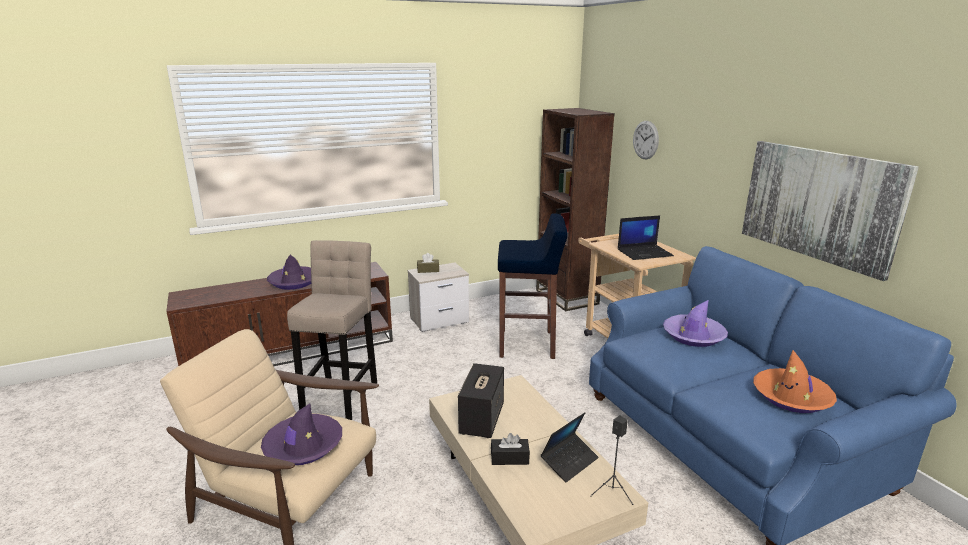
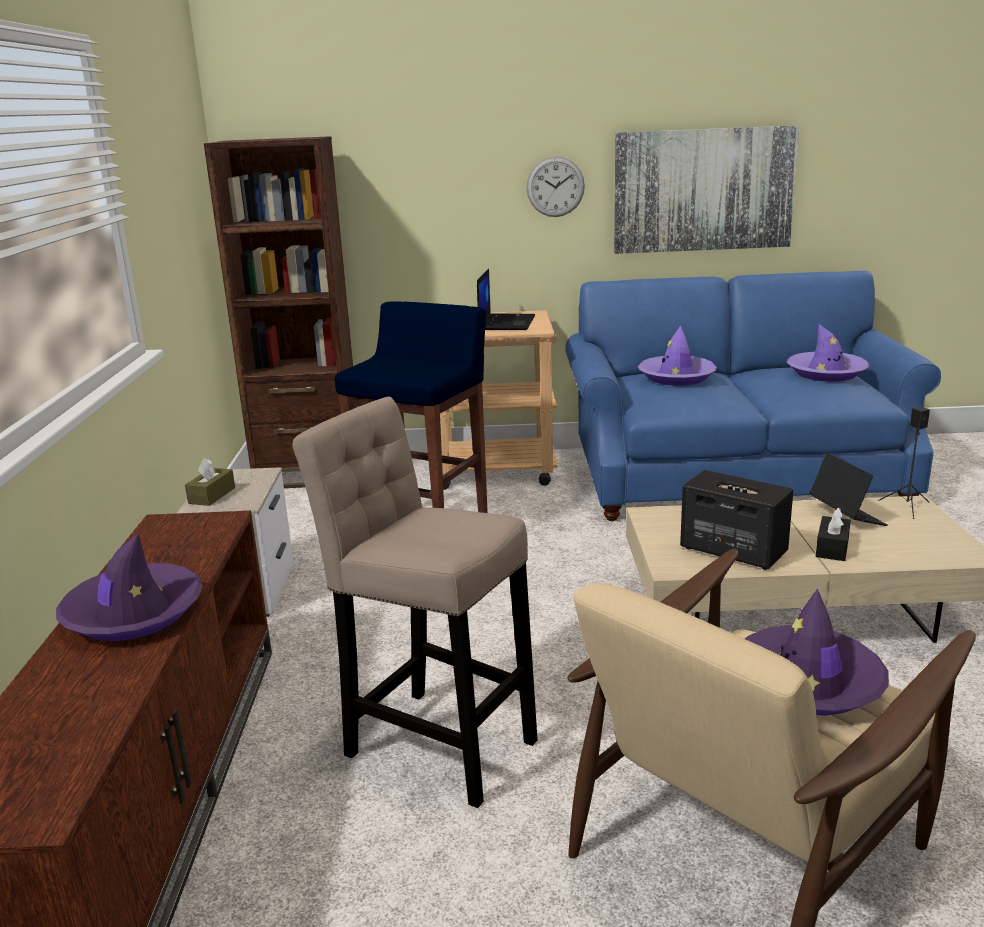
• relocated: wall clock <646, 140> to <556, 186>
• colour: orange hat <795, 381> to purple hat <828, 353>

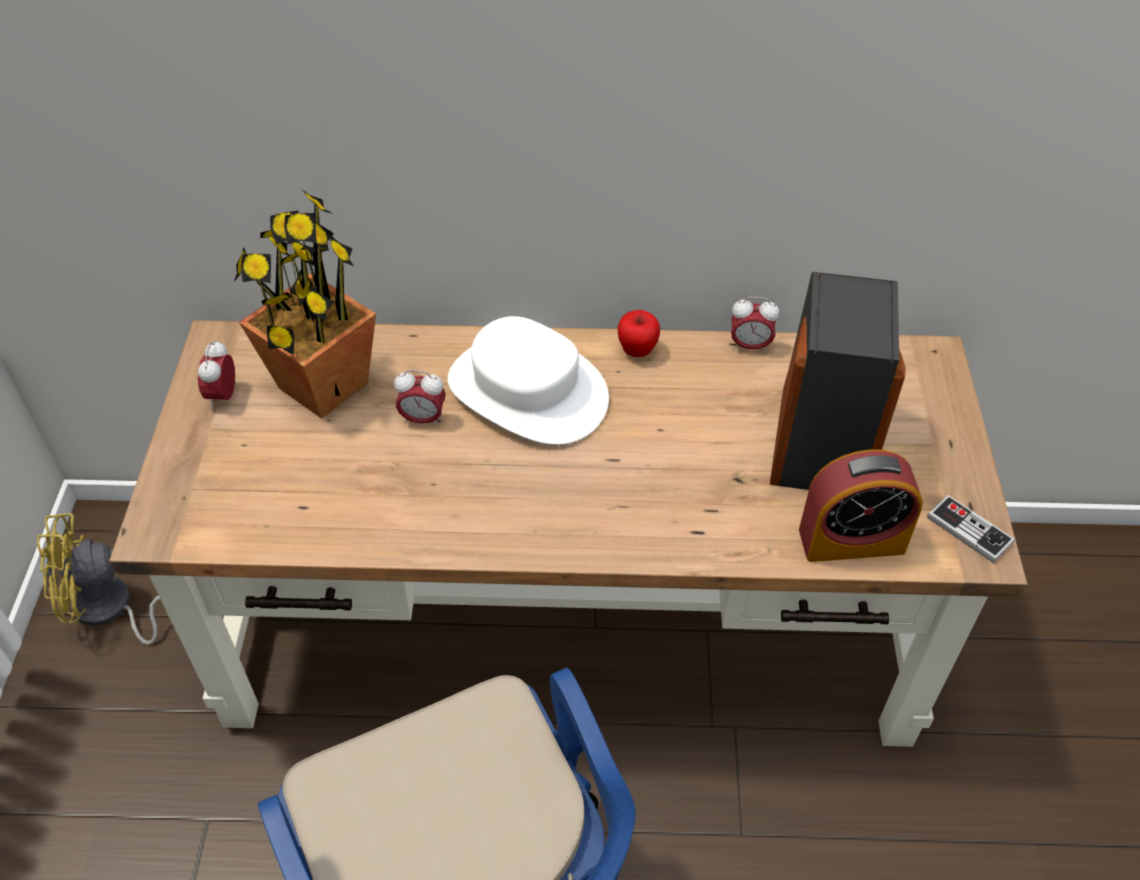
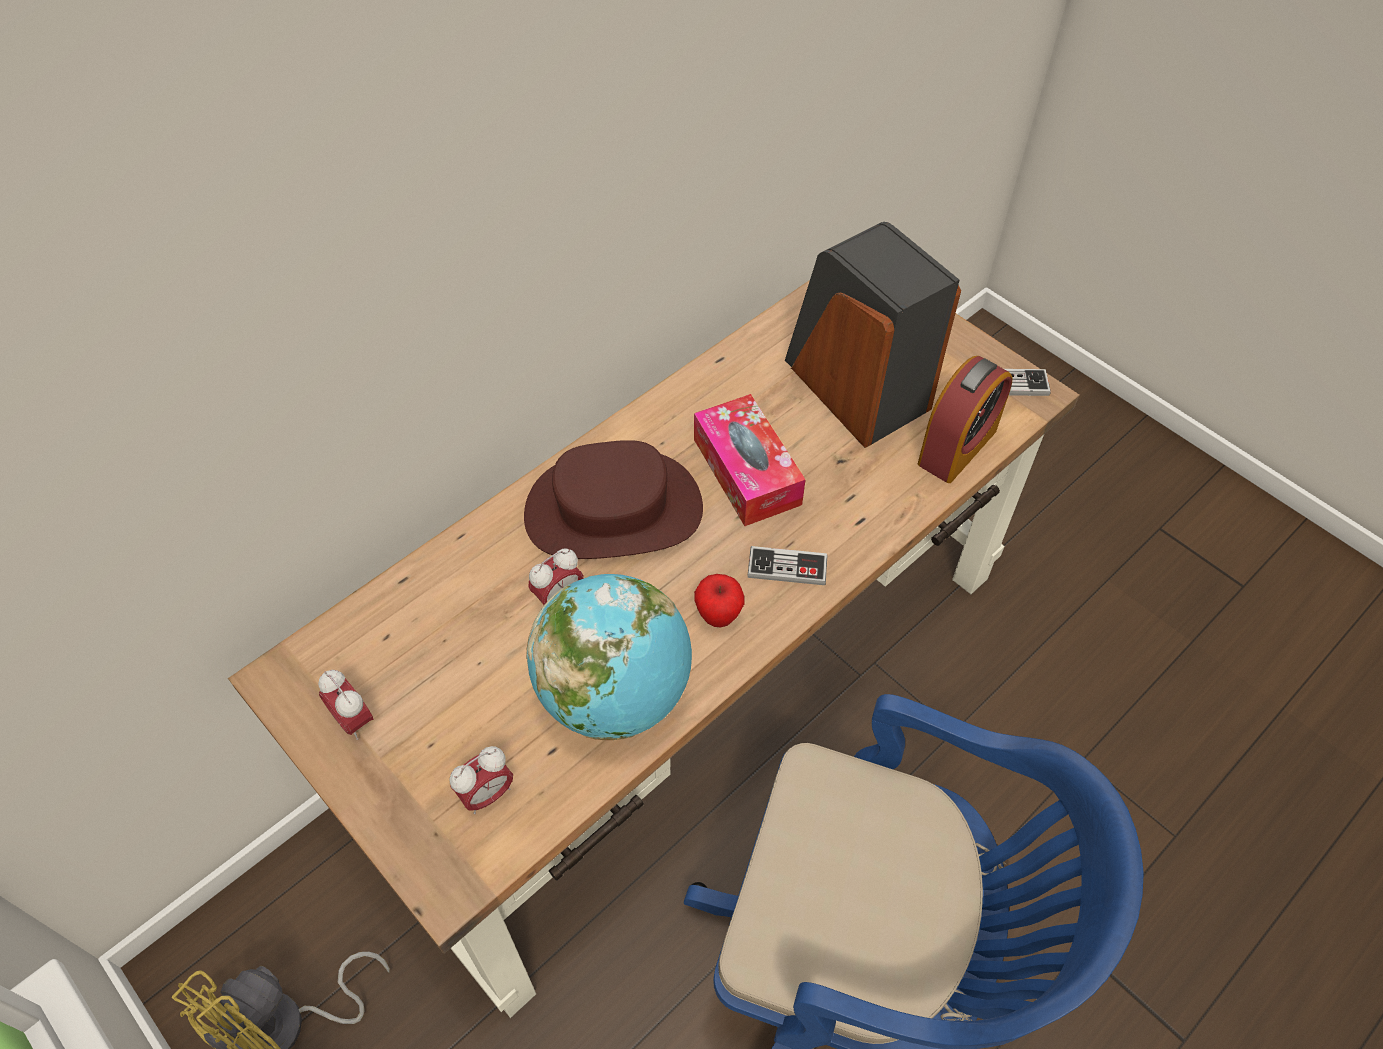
• missing: potted plant <304, 304>
• colour: white hat <528, 380> to brown hat <613, 499>
• relocated: apple <639, 333> to <719, 600>
• relocated: alarm clock <755, 325> to <481, 780>
• appeared: globe <609, 657>
• appeared: tissue box <750, 460>
• appeared: game controller <787, 565>

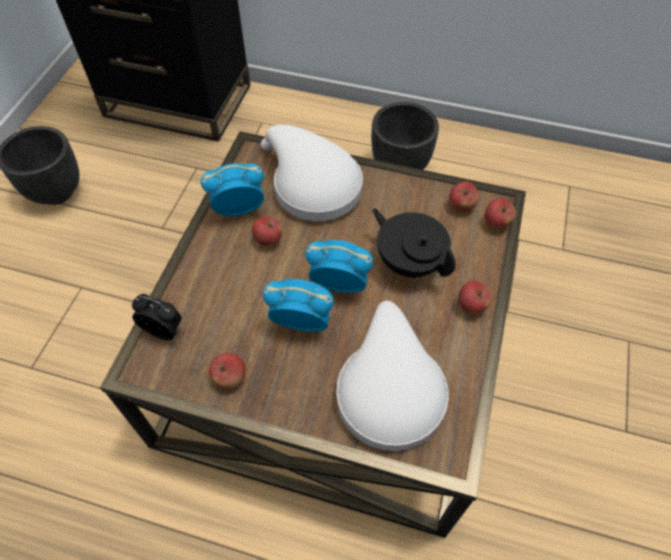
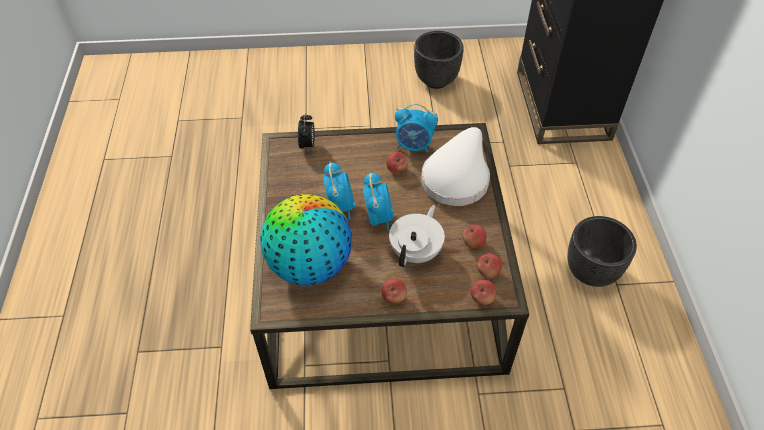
• spun: alarm clock <232, 189> = <416, 128> 135 degrees clockwise
• relocated: apple <227, 371> to <474, 236>
• exchanged: white hat <392, 376> to globe <306, 240>
• colour: black teapot <414, 242> to white teapot <417, 236>

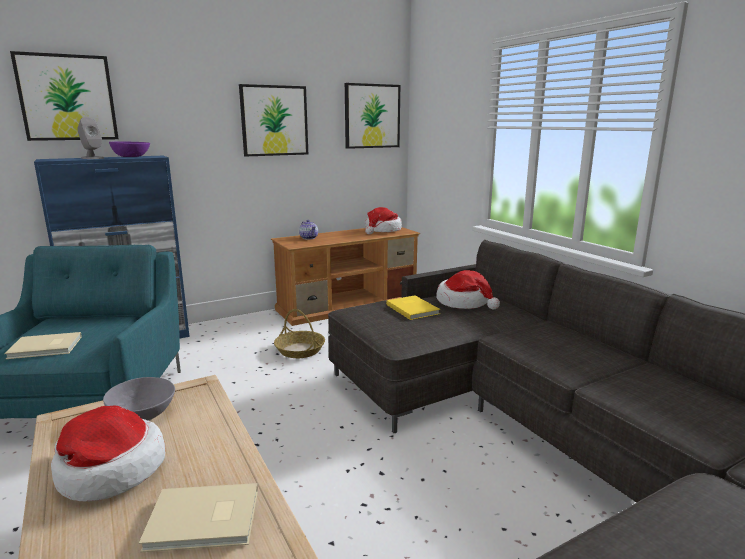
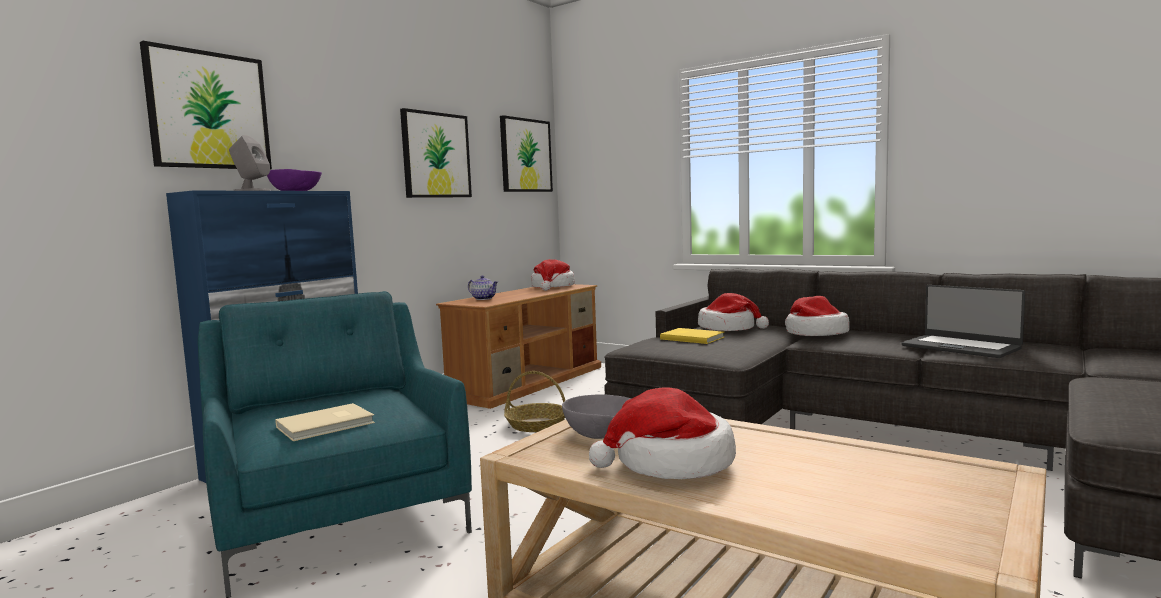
• missing: beige book <198, 517>
• appeared: hat <817, 316>
• appeared: laptop <963, 321>

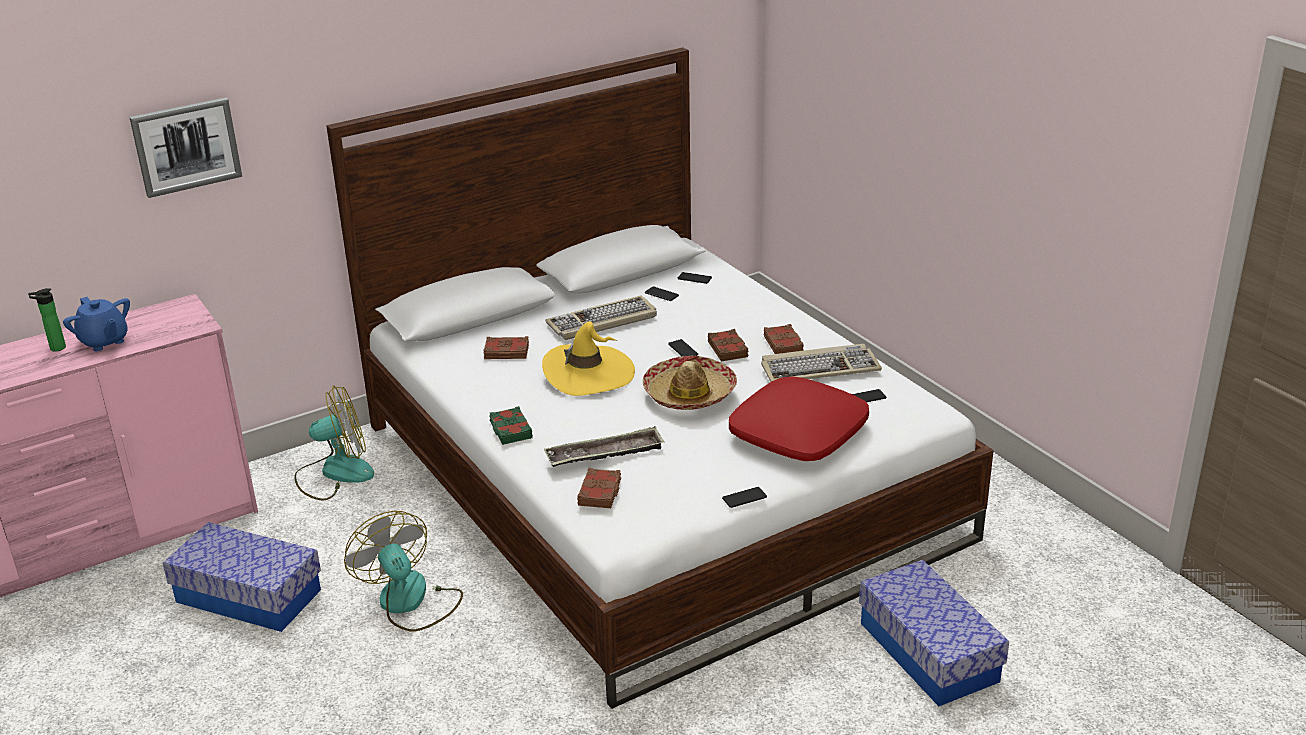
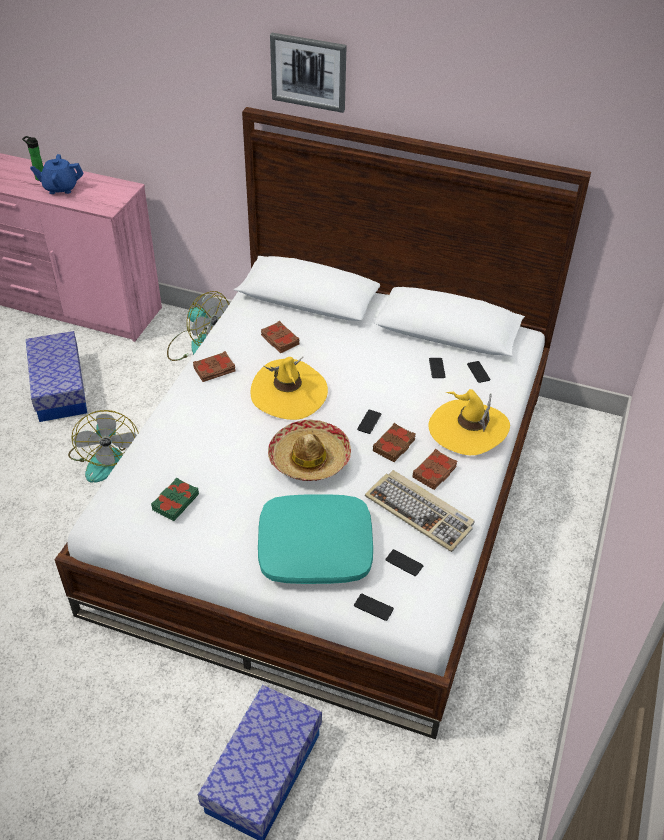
• spun: blue teapot <96, 324> = <56, 174> 75 degrees clockwise
• relocated: picture <185, 148> to <308, 73>
• spun: fan <403, 571> = <103, 446> 150 degrees clockwise
• relocated: green book <511, 425> to <175, 499>
• missing: tray <604, 446>
• missing: keyboard <601, 318>
• relocated: brown book <599, 488> to <214, 366>
• relocated: phone <744, 497> to <374, 607>
• colour: red pillow <799, 418> to turquoise pillow <315, 539>
• appeared: yellow hat <469, 422>

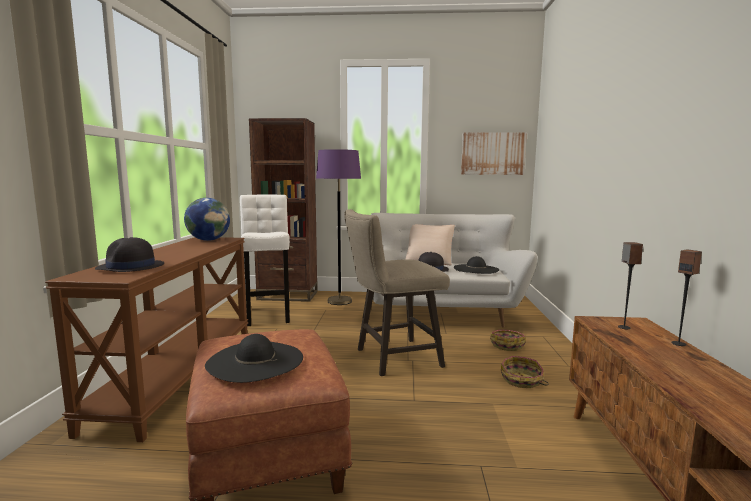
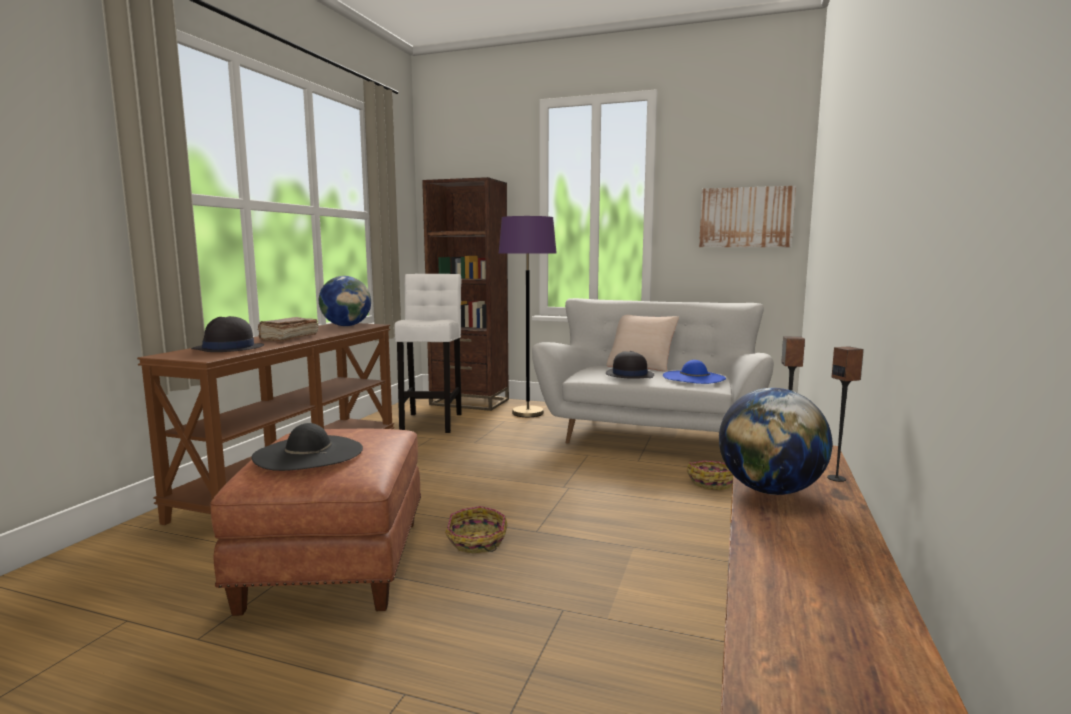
• missing: beige stool <397, 292>
• colour: black hat <476, 265> to blue hat <694, 372>
• relocated: basket <525, 372> to <476, 529>
• appeared: brown book <288, 329>
• appeared: globe <775, 441>

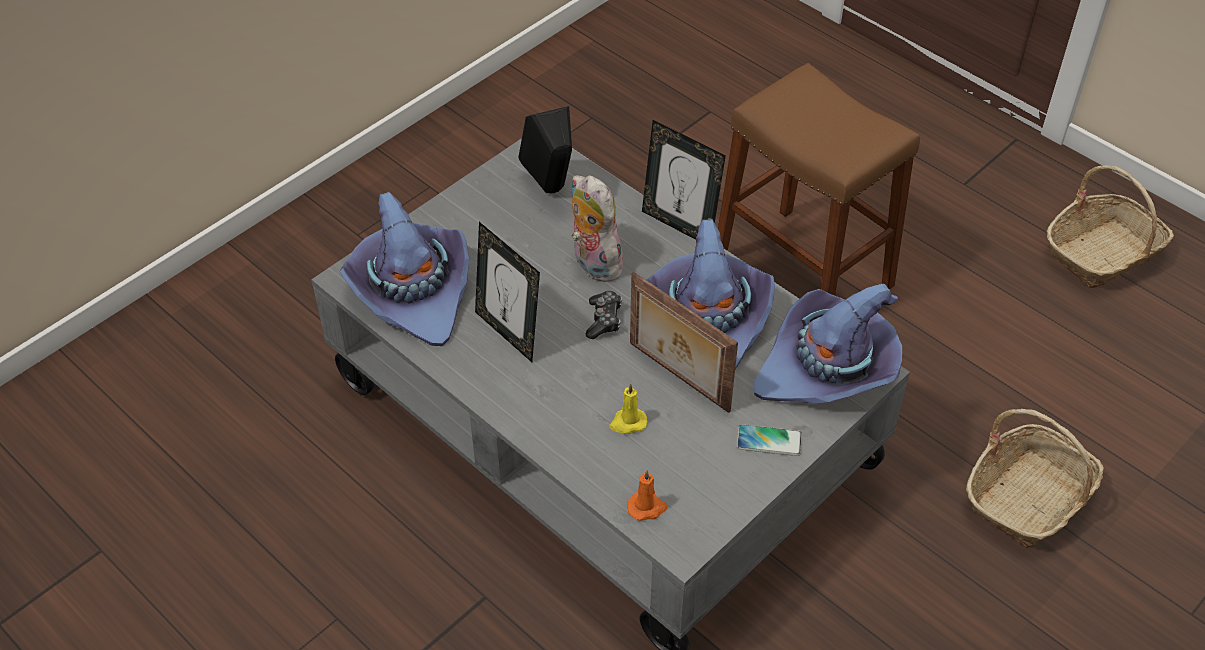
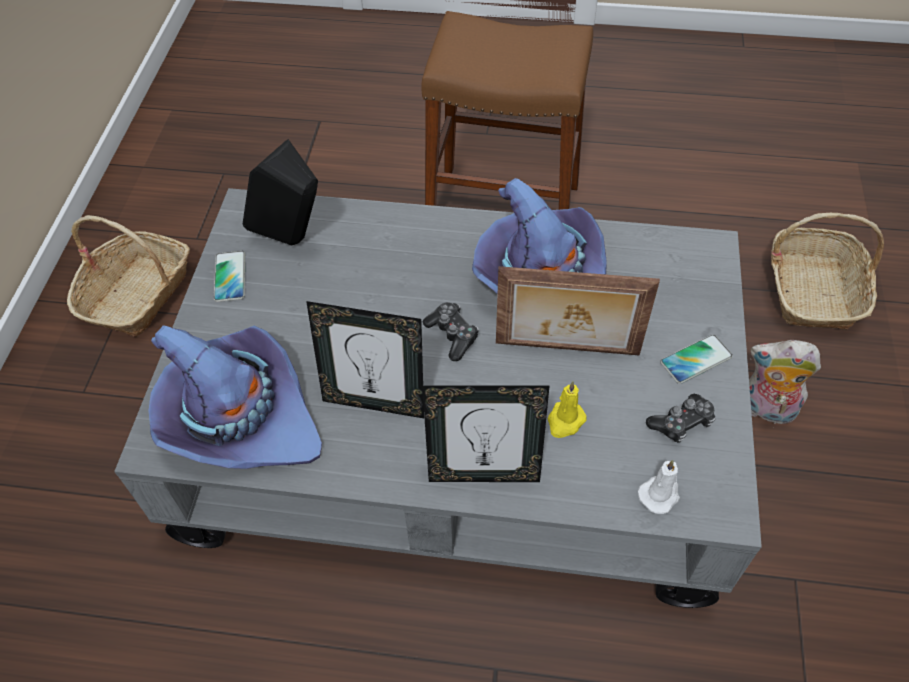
• relocated: plush toy <597, 228> to <785, 384>
• colour: orange candle <647, 495> to white candle <659, 487>
• relocated: picture frame <684, 180> to <486, 433>
• missing: purple hat <828, 344>
• relocated: basket <1110, 226> to <128, 276>
• appeared: phone <229, 276>
• appeared: game controller <680, 418>

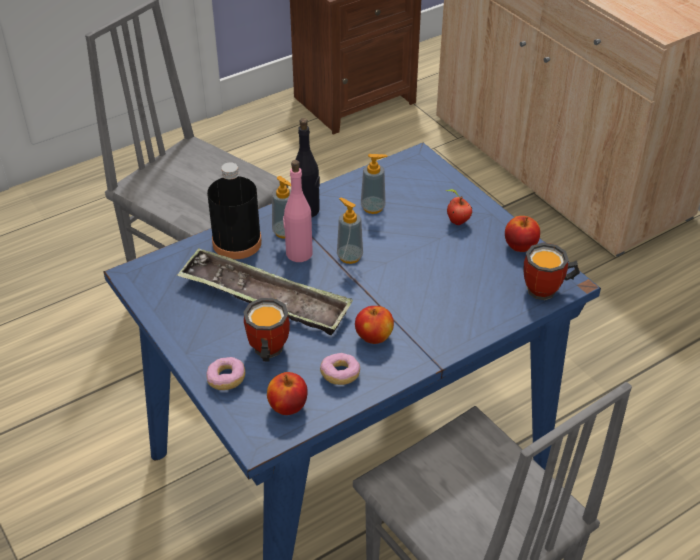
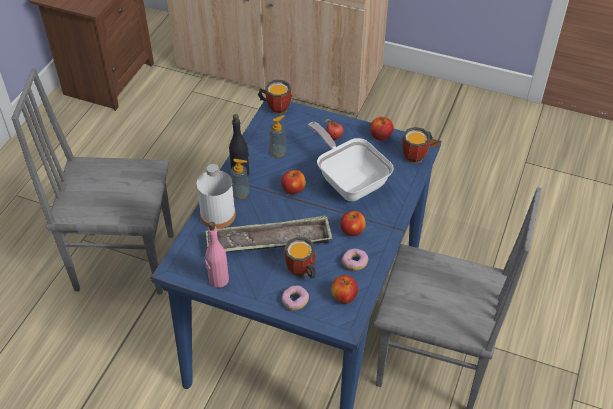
• colour: black bottle <234, 210> to white bottle <216, 196>
• relocated: pink bottle <298, 211> to <217, 255>
• exchanged: soap dispenser <350, 230> to apple <293, 182>
• appeared: mug <275, 97>
• appeared: frying pan <351, 161>

